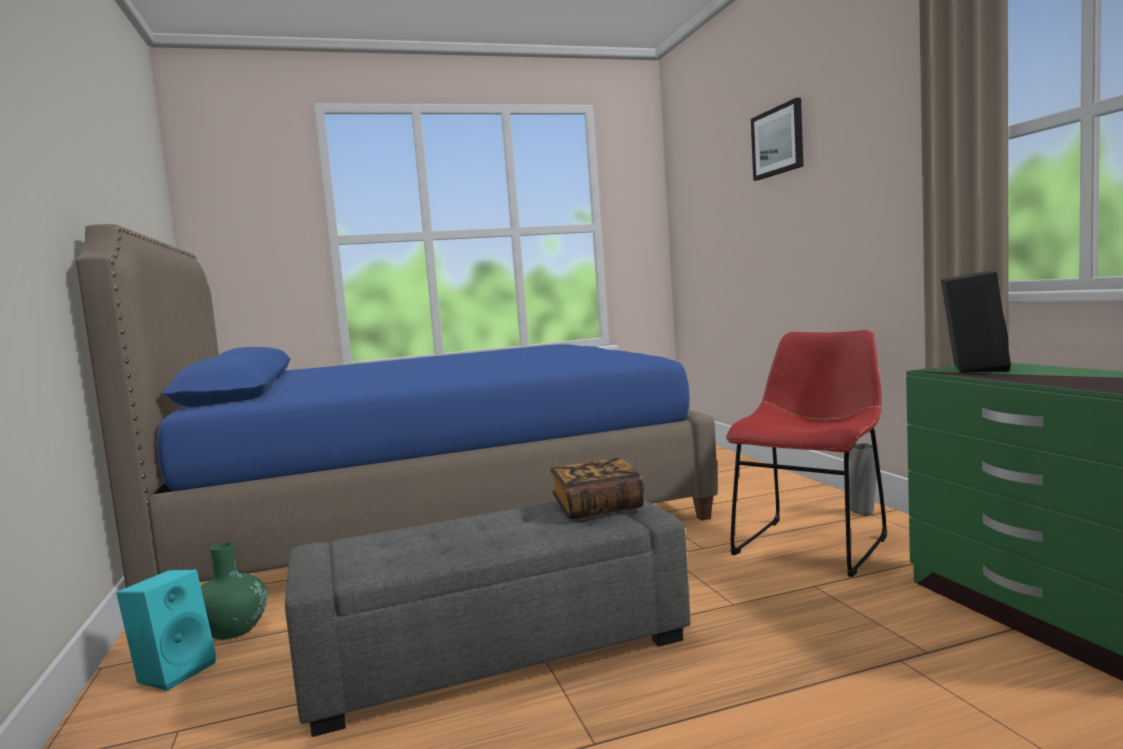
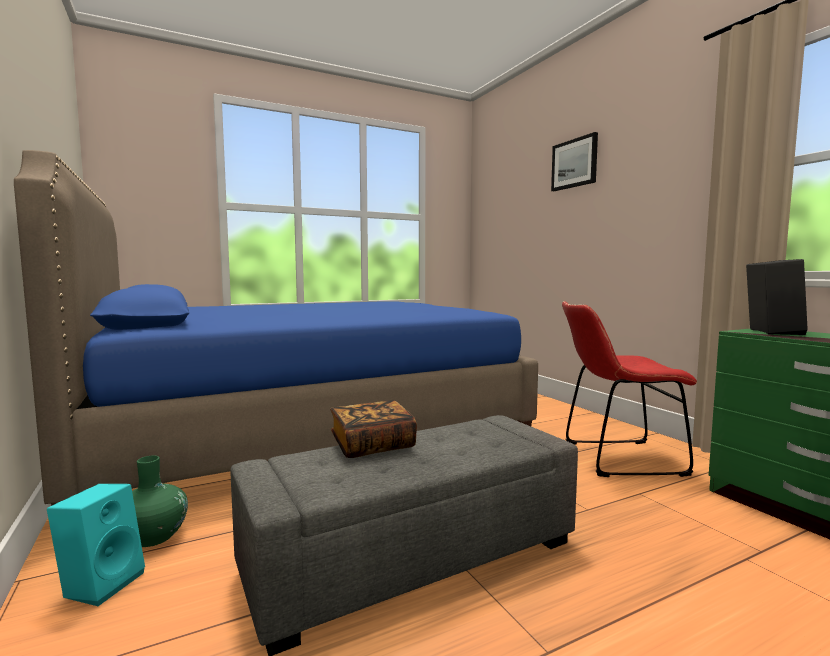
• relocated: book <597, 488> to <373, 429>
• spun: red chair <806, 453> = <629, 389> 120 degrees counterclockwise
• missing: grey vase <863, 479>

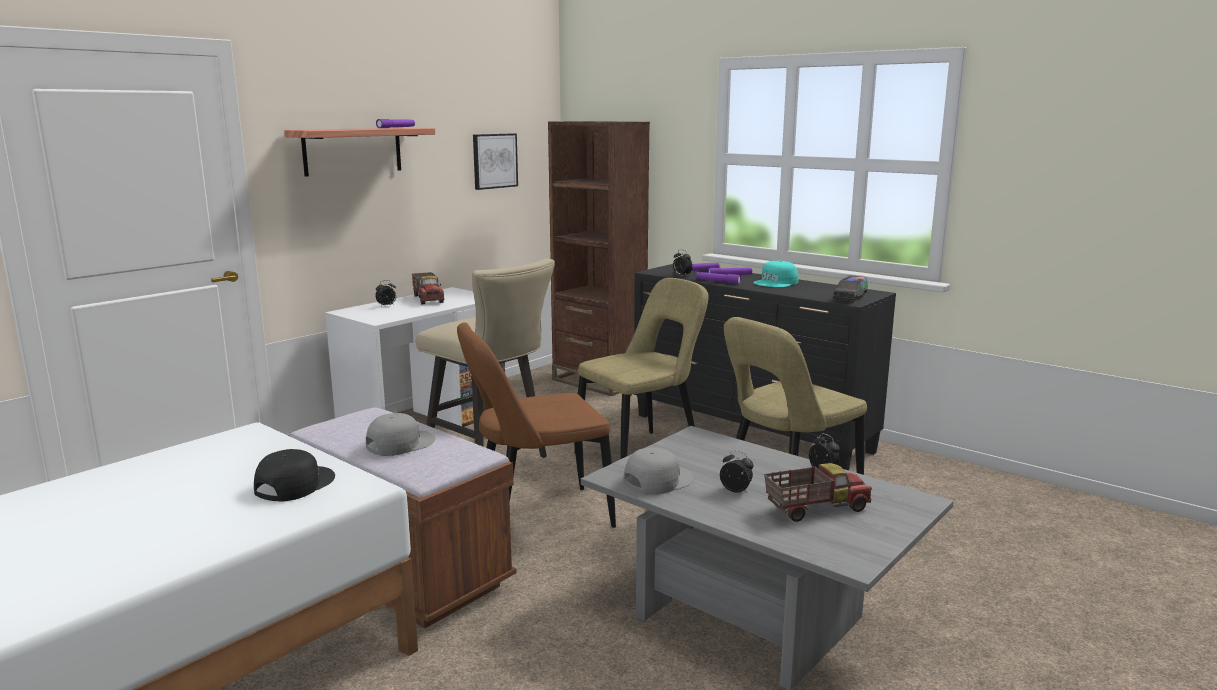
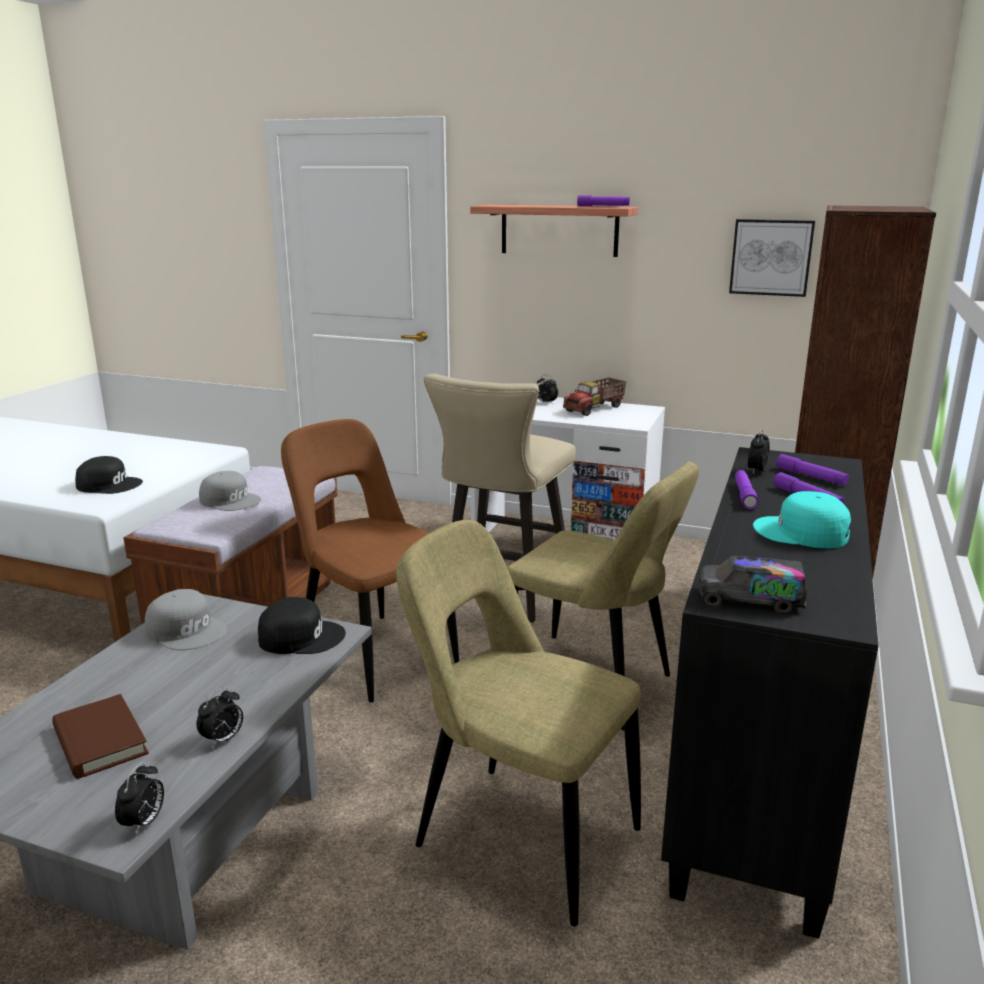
• relocated: alarm clock <737, 471> to <139, 798>
• exchanged: toy truck <818, 492> to brown book <100, 736>
• appeared: black cap <302, 625>

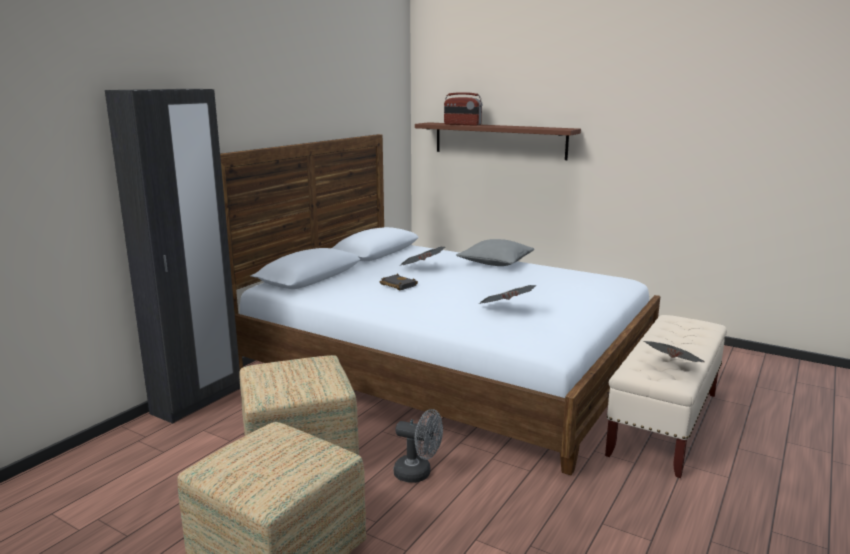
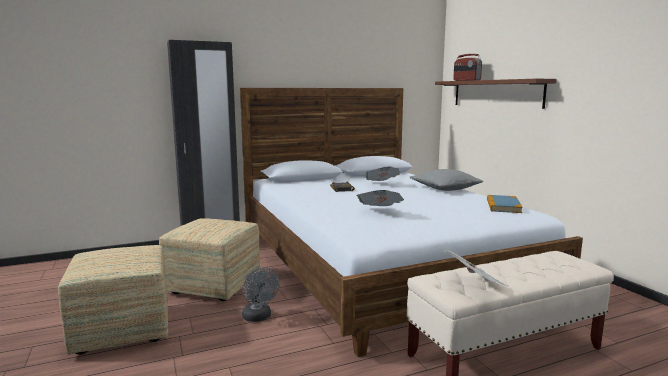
• appeared: book <505, 204>

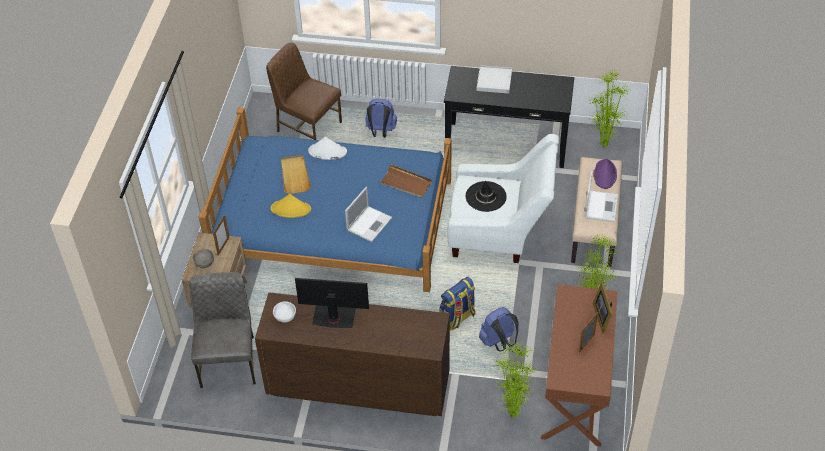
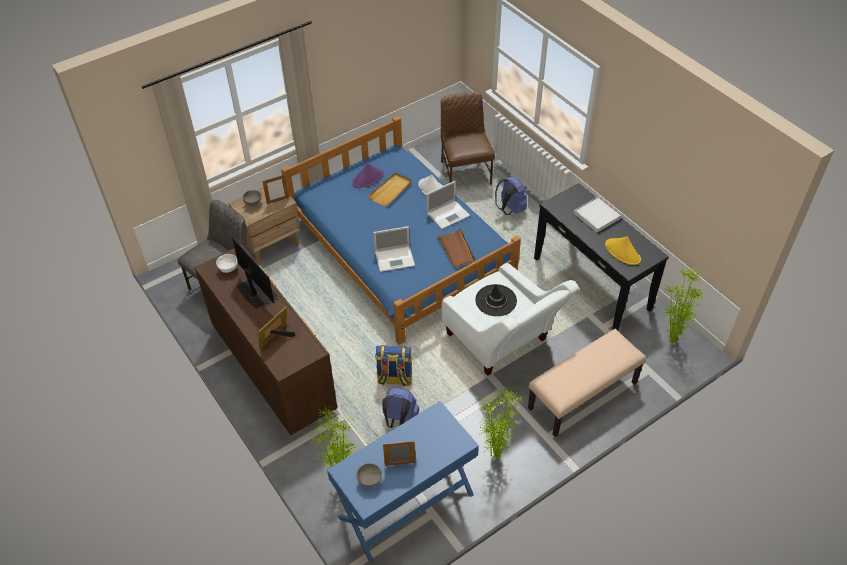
• relocated: yellow hat <291, 206> to <623, 251>
• colour: brown desk <579, 365> to blue desk <403, 482>
• relocated: laptop <601, 196> to <448, 205>
• relocated: purple hat <605, 173> to <368, 175>
• relocated: picture frame <603, 308> to <276, 327>
• appeared: grey bowl <369, 475>

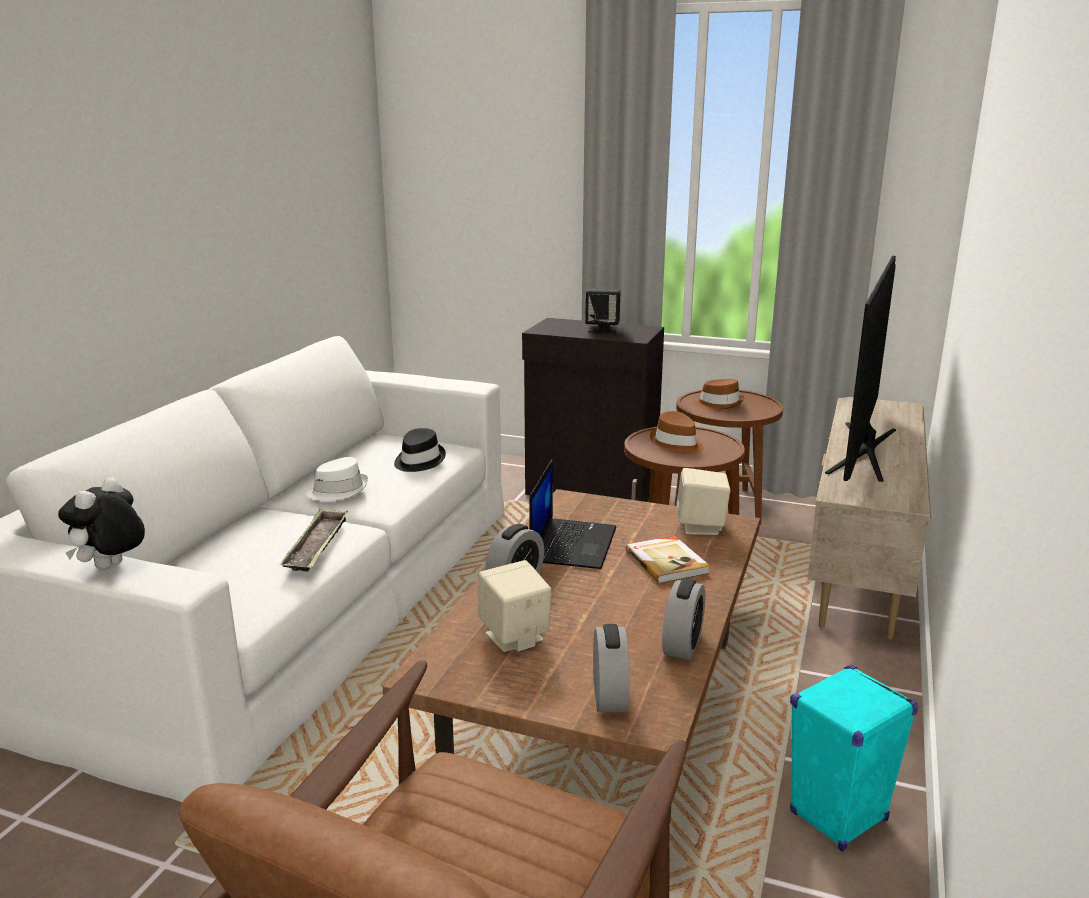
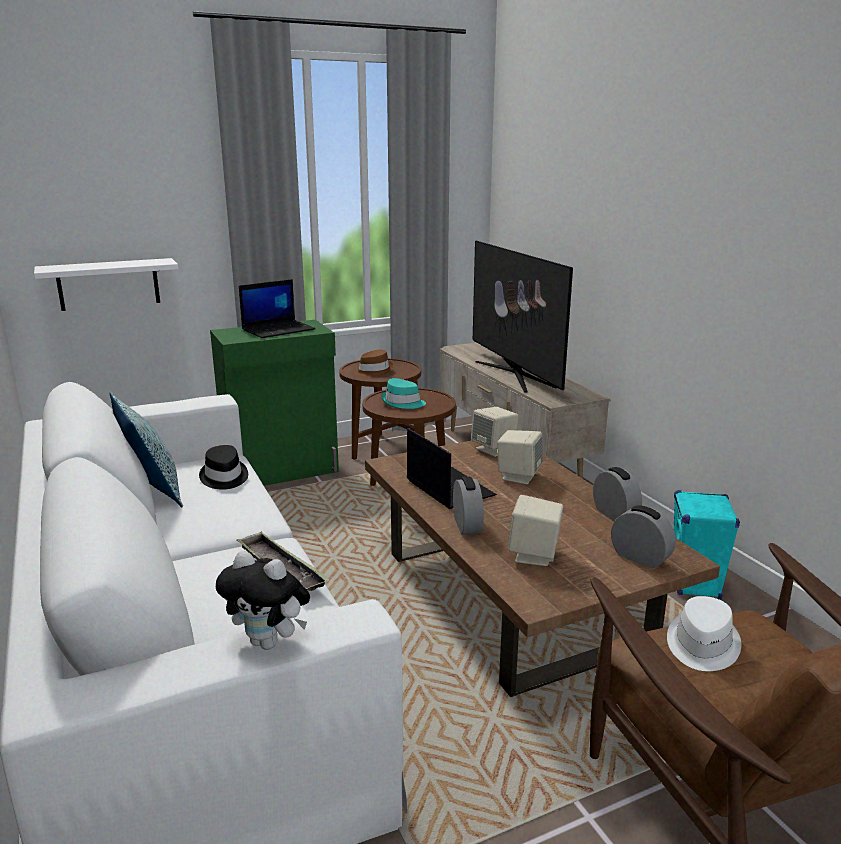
• spun: plush toy <101, 523> = <263, 600> 45 degrees counterclockwise
• relocated: white hat <337, 479> to <704, 633>
• colour: black cabinet <593, 410> to green cabinet <274, 403>
• exchanged: black speaker <603, 310> to laptop <277, 308>
• exchanged: book <667, 560> to beige speaker <520, 457>
• colour: brown hat <677, 432> to turquoise hat <403, 393>
• appeared: white shelf <106, 284>
• appeared: pillow <146, 450>

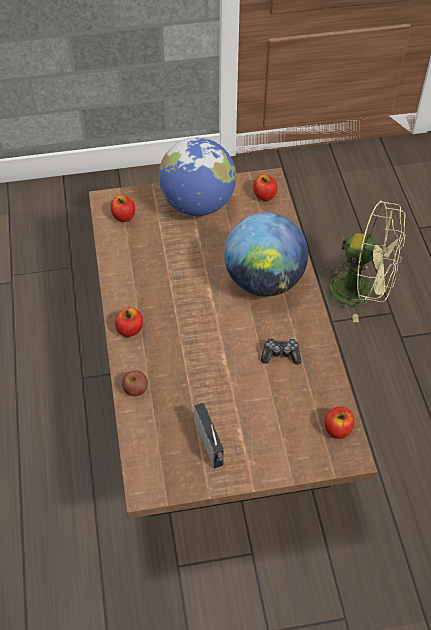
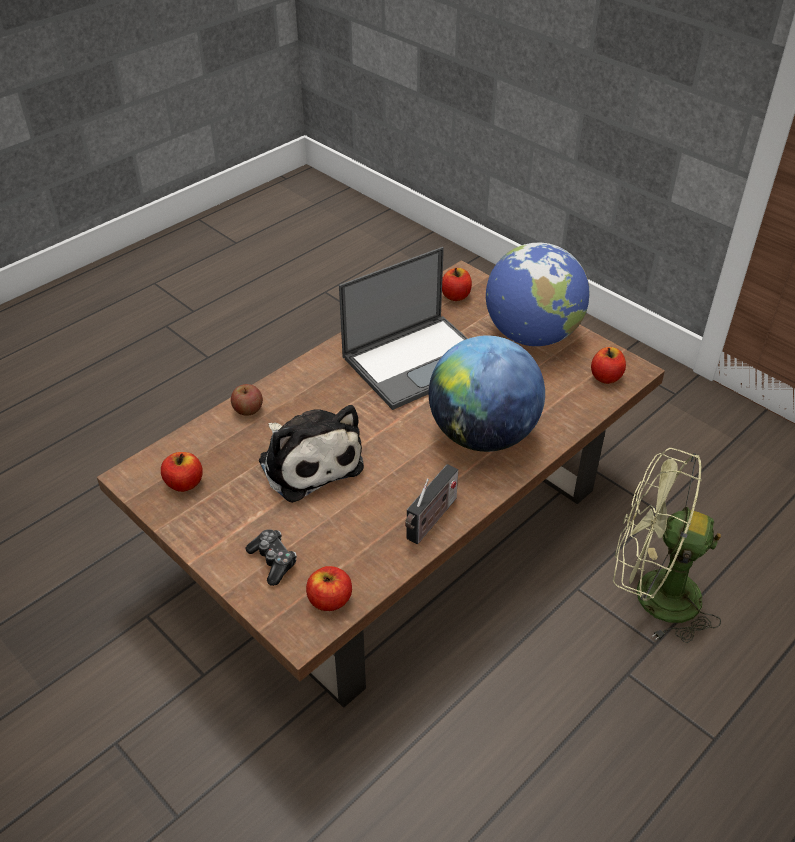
• relocated: apple <129, 322> to <182, 472>
• relocated: radio <209, 436> to <431, 504>
• relocated: game controller <281, 351> to <271, 557>
• spun: green fan <364, 261> = <667, 545> 120 degrees clockwise
• appeared: plush toy <311, 454>
• appeared: laptop <403, 328>

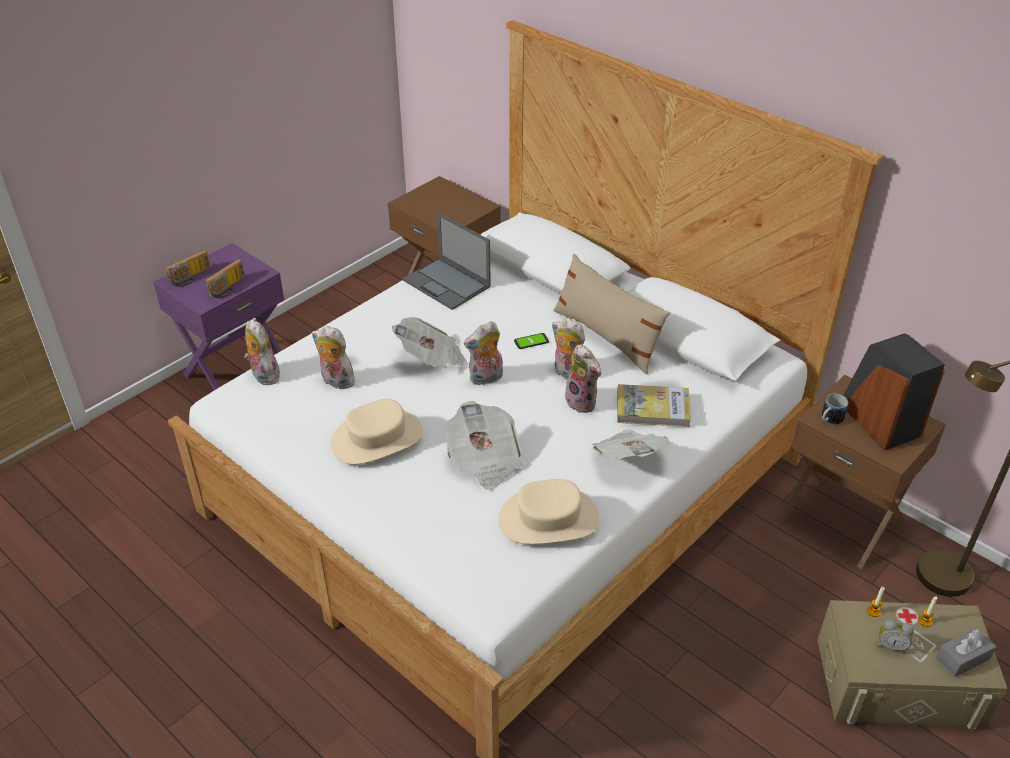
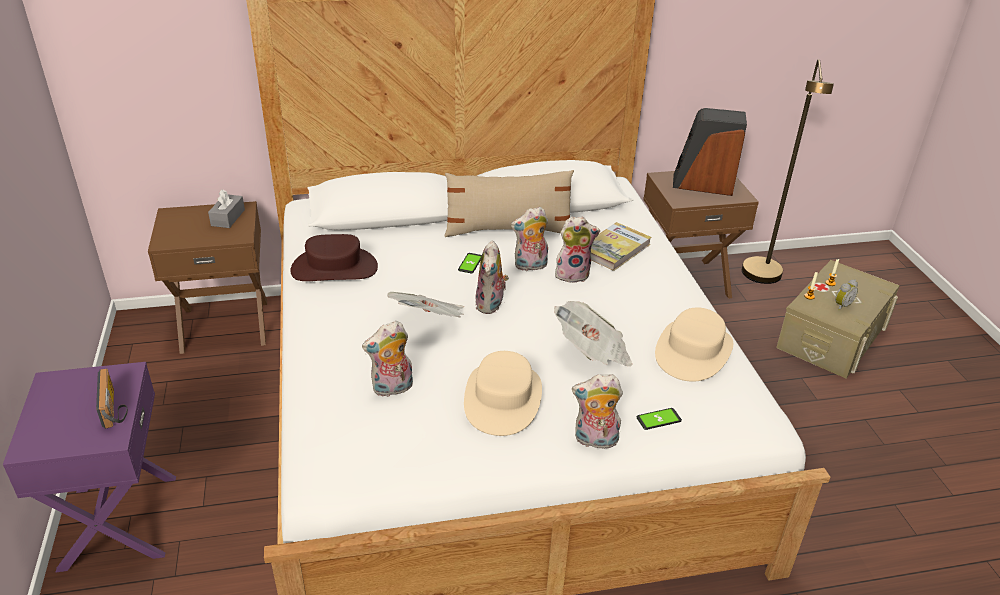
• missing: radio <188, 268>
• relocated: plush toy <262, 352> to <597, 413>
• exchanged: laptop <446, 261> to brown hat <334, 257>
• missing: newspaper <631, 444>
• missing: mug <834, 409>
• relocated: grey tissue box <966, 652> to <226, 208>
• appeared: phone <659, 419>

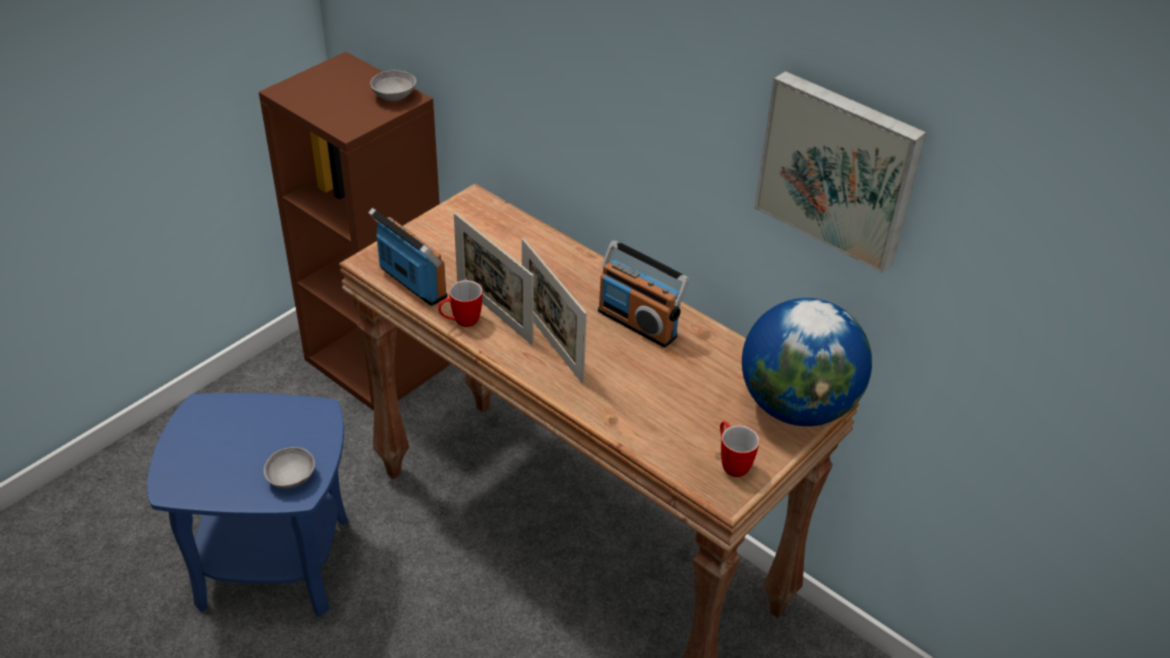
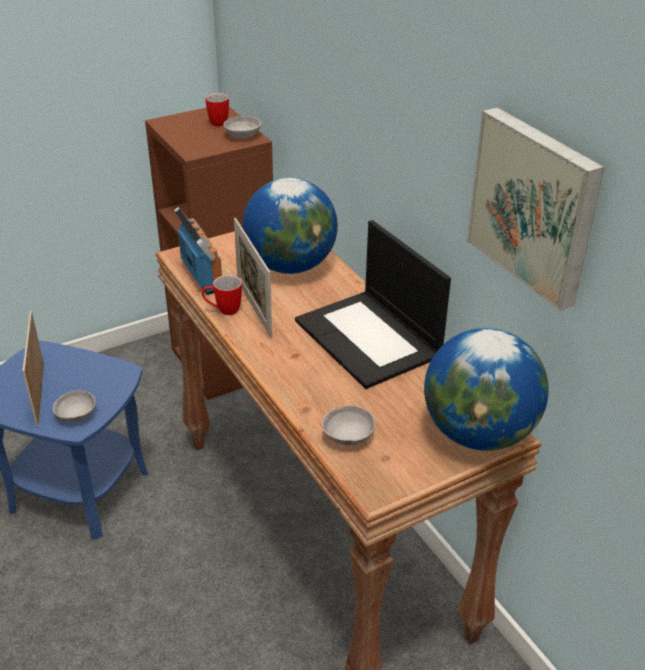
• relocated: picture frame <554, 310> to <33, 368>
• exchanged: radio <644, 294> to laptop <373, 304>
• relocated: mug <740, 449> to <217, 109>
• appeared: globe <290, 226>
• appeared: grey bowl <349, 425>

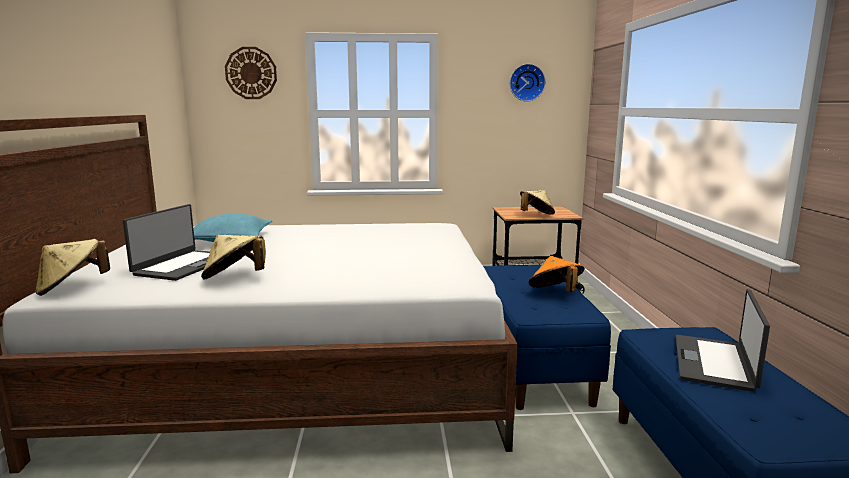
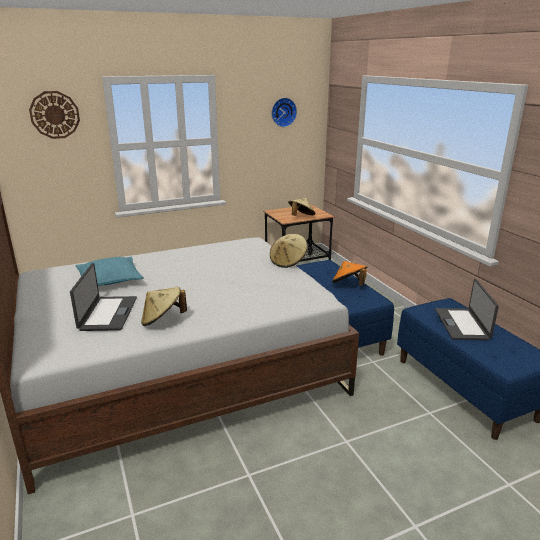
• relocated: beige hat <72, 267> to <288, 251>

